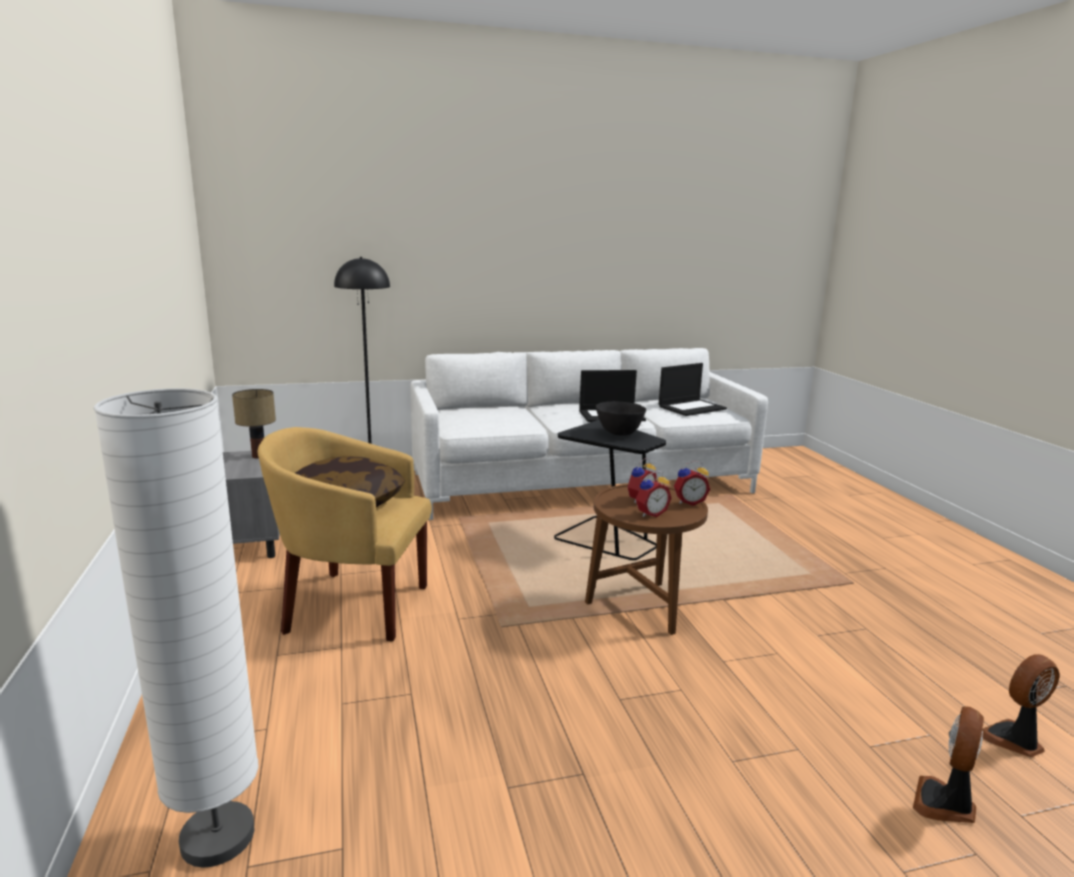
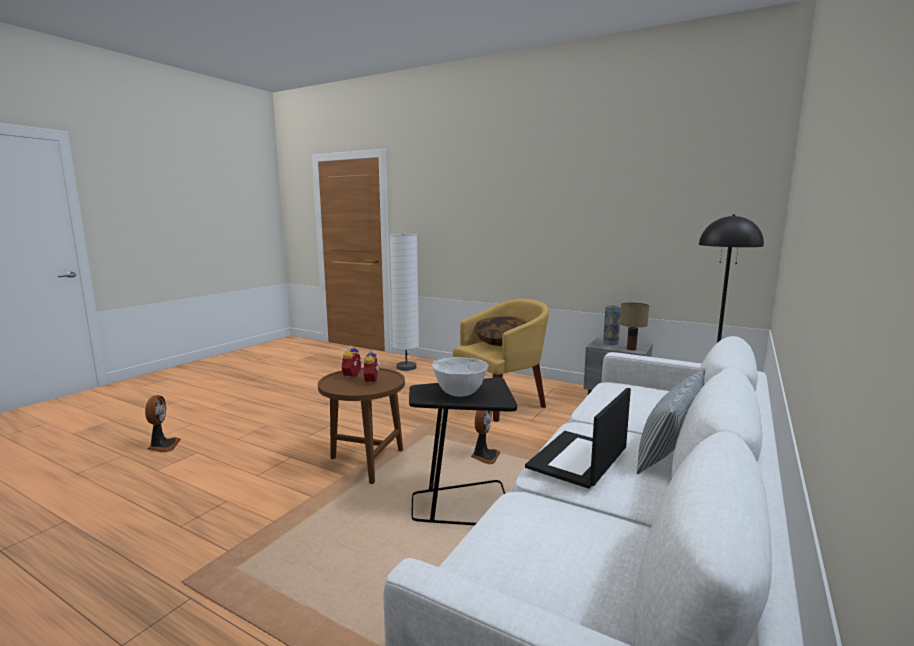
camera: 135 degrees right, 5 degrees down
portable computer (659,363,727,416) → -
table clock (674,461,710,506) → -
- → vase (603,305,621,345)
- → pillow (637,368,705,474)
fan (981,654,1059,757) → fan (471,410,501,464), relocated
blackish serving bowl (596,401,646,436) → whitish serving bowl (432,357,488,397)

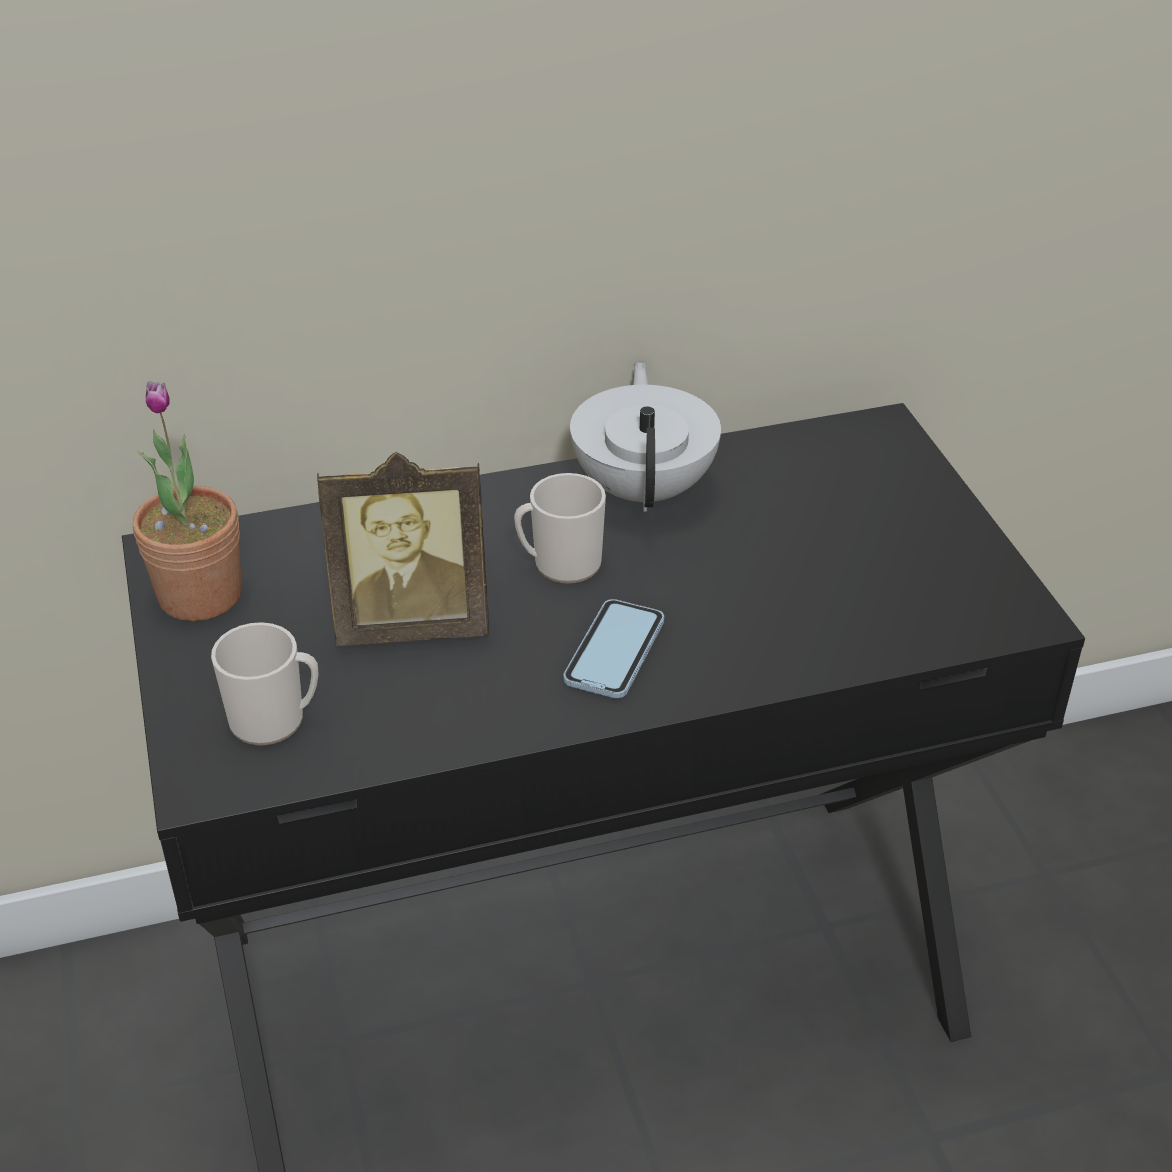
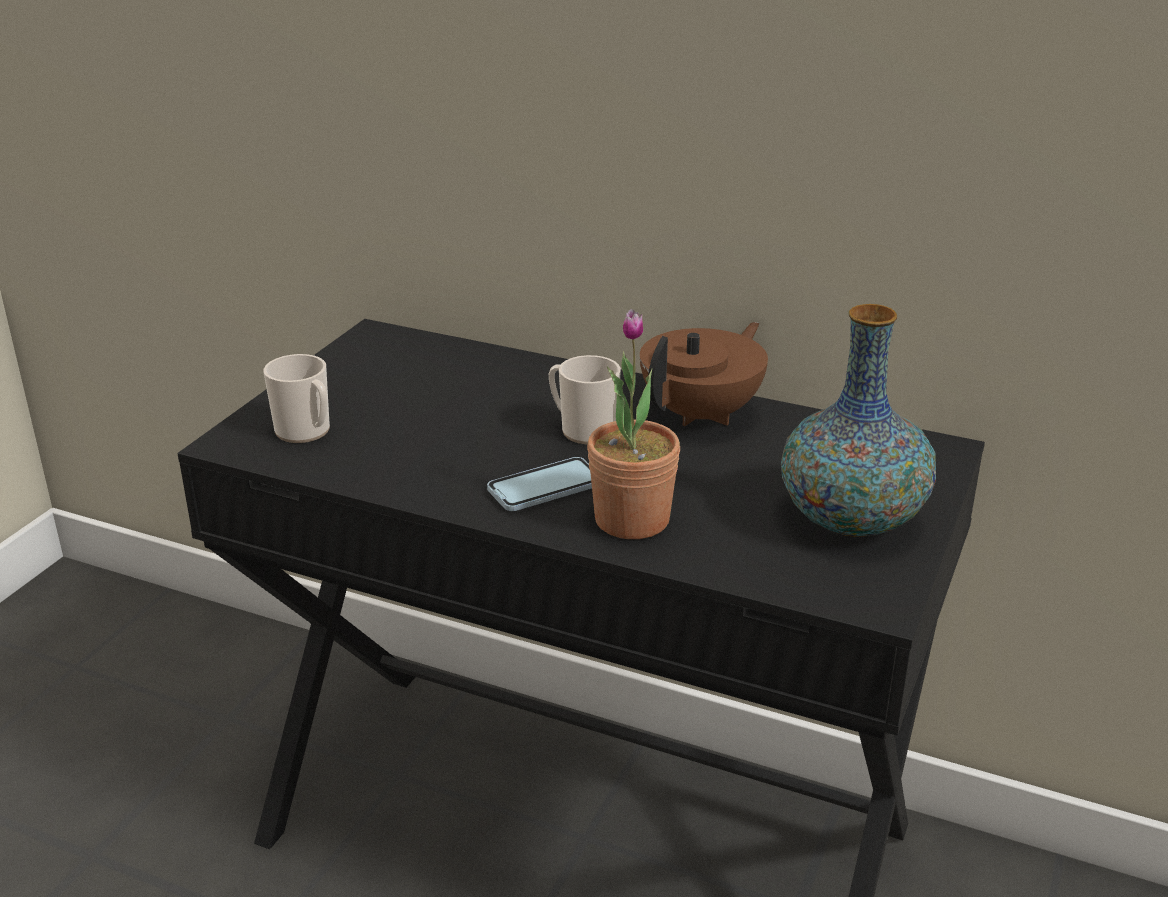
camera: 40 degrees right, 10 degrees down
photo frame (317,452,489,646) → -
- → vase (781,304,936,537)
potted plant (133,381,242,621) → potted plant (587,309,680,539), relocated
whitish pot for tea (570,362,721,511) → brown-coloured pot for tea (640,322,768,426)

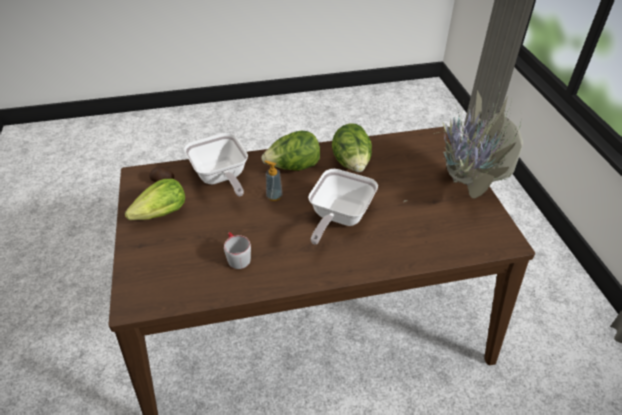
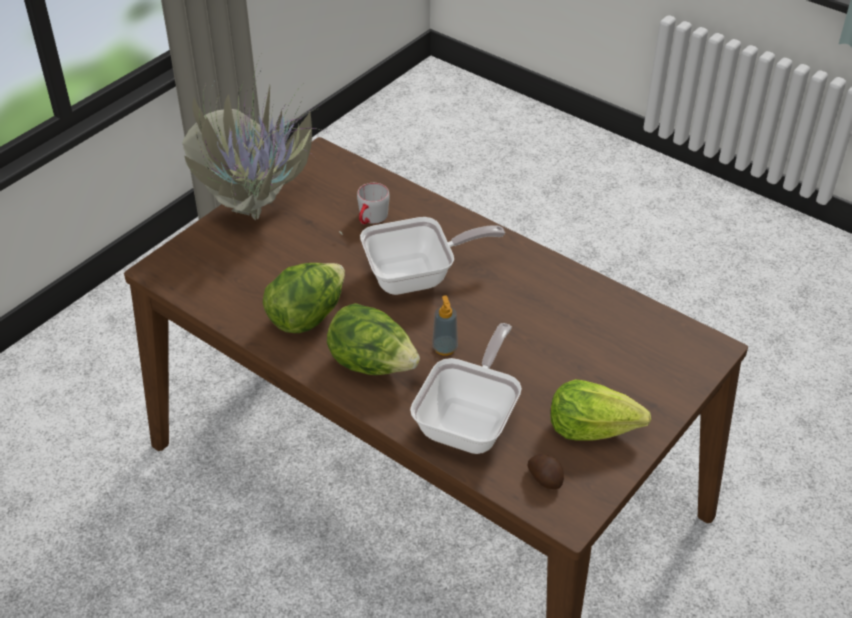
camera: 130 degrees left, 0 degrees up
greyish mug (224,232,251,269) → greyish mug (357,183,390,224), relocated

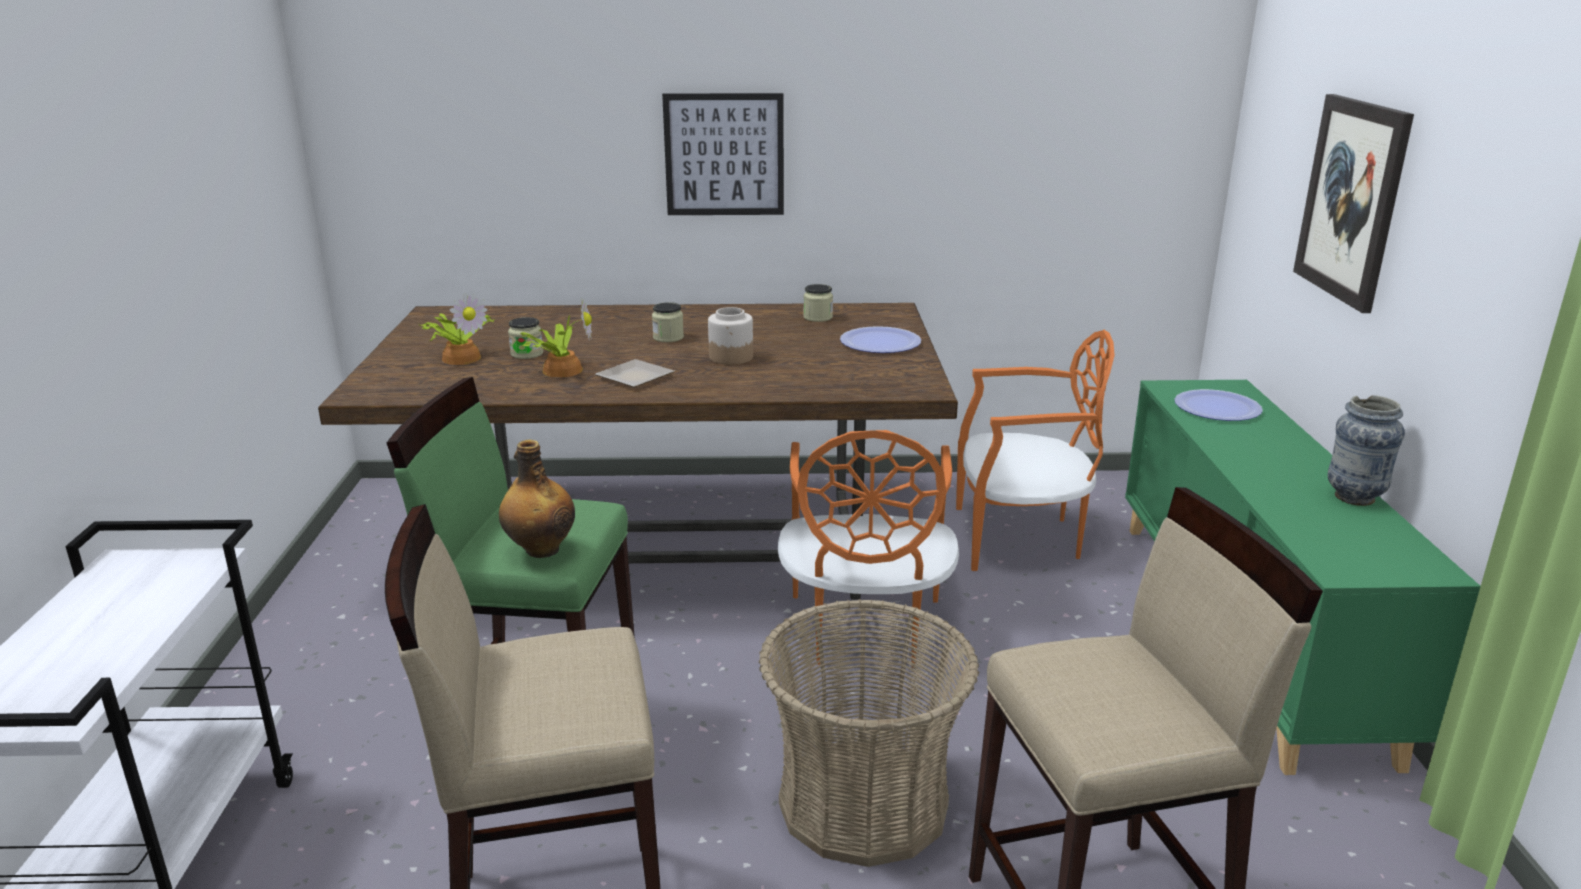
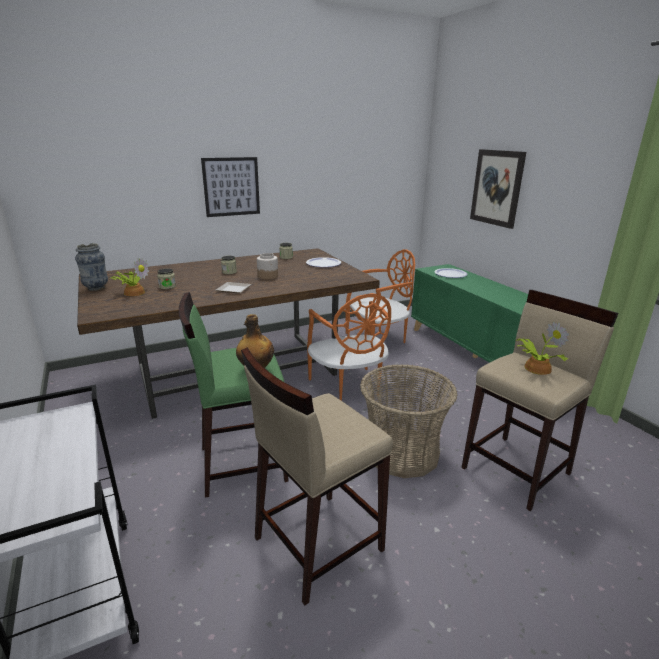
camera: 25 degrees left, 0 degrees up
potted plant (520,299,592,377) → potted plant (517,322,569,375), relocated
vase (1328,395,1405,506) → vase (75,243,108,291), relocated

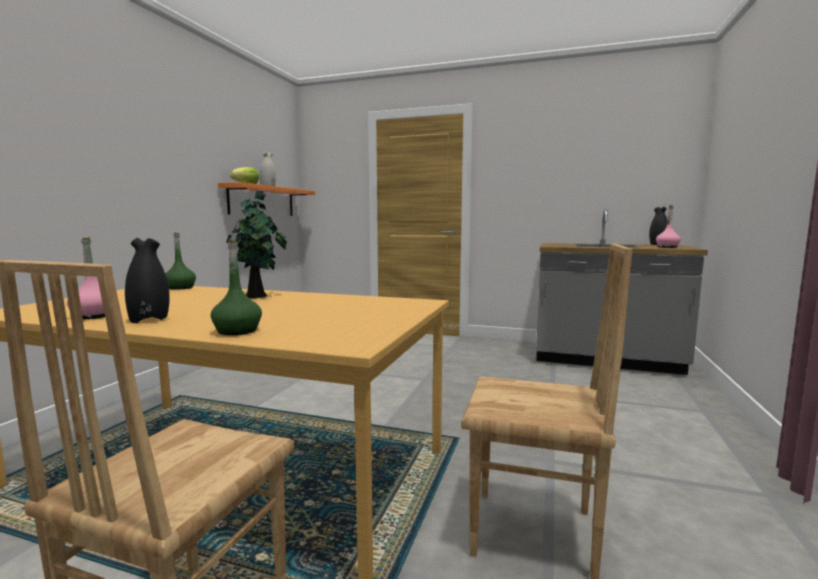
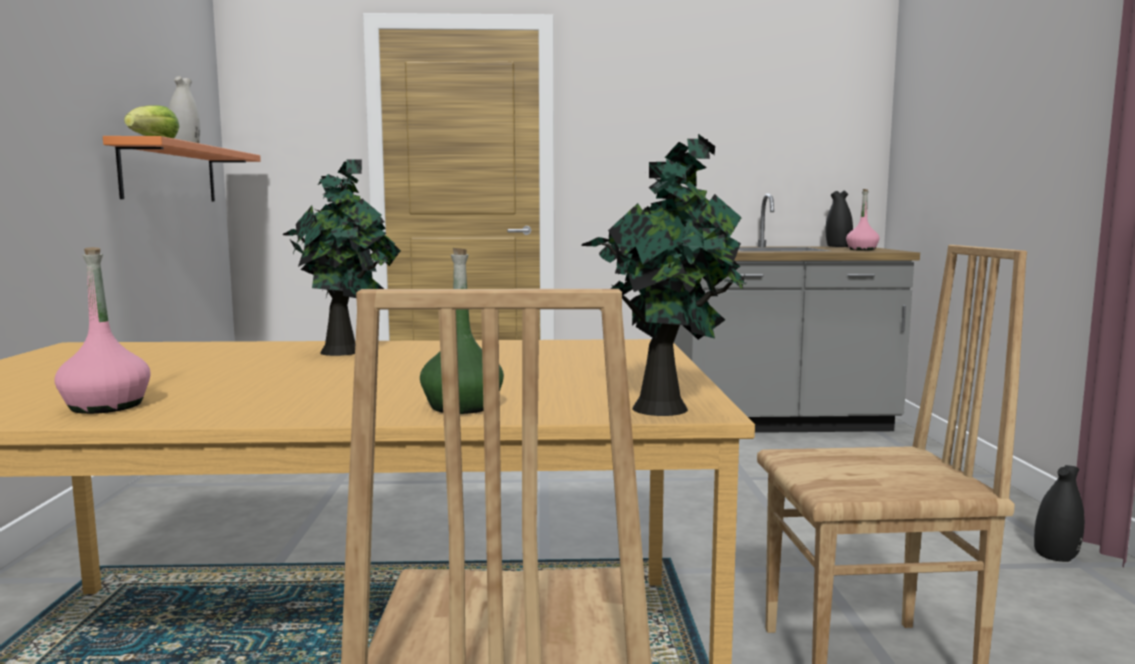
camera: 20 degrees left, 0 degrees up
green drink bottle (165,232,196,290) → -
- → potted plant (582,134,746,416)
blackish vase (125,238,170,323) → blackish vase (1034,465,1085,562), relocated

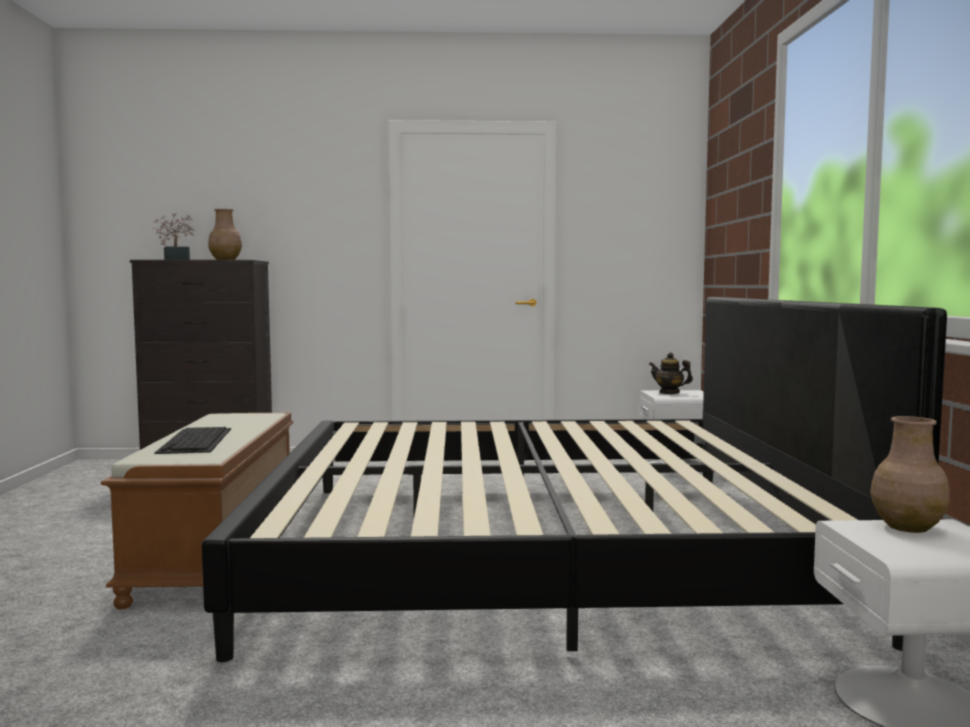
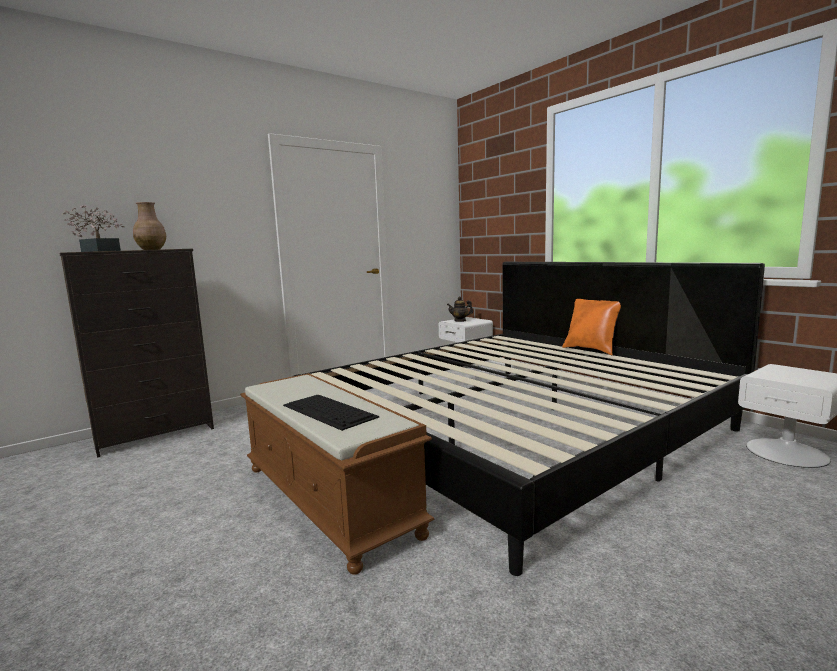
camera: 35 degrees left, 5 degrees up
brown-coloured vase (871,416,950,533) → -
- → orangey pillow (562,299,621,355)

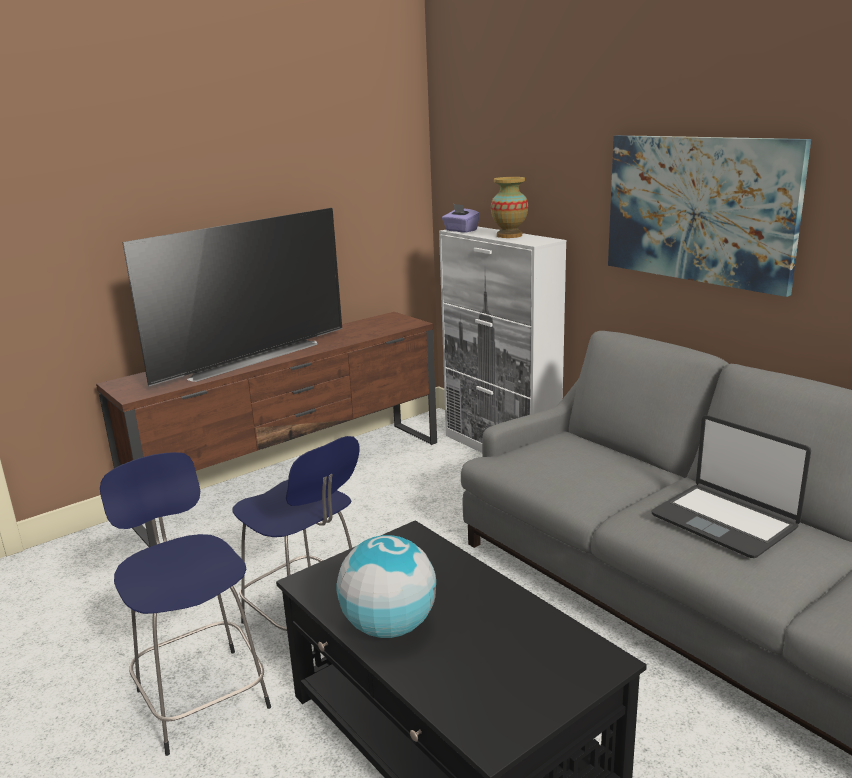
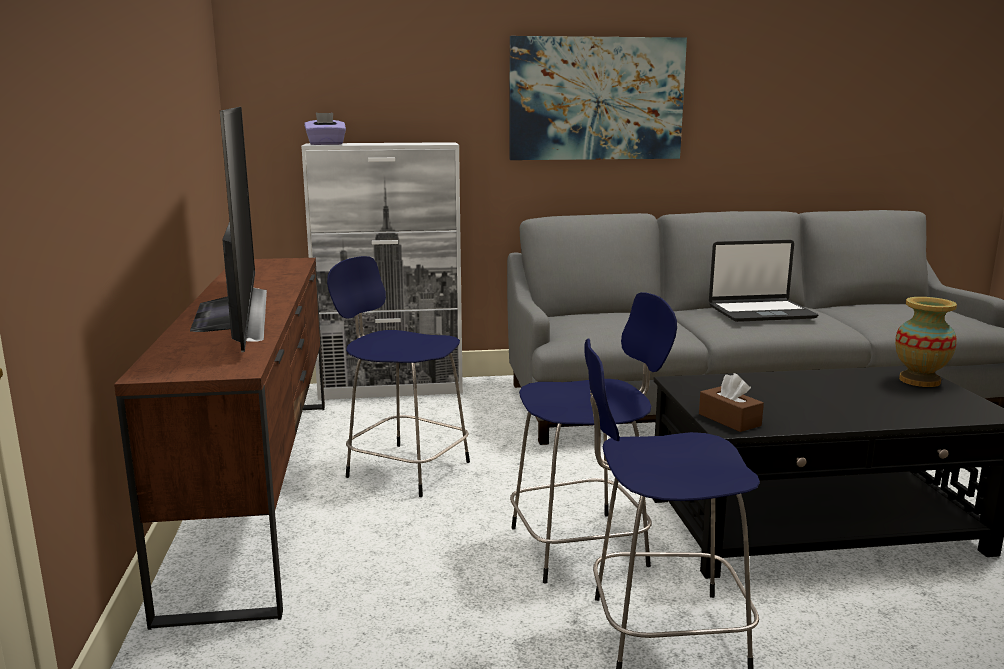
camera: 60 degrees left, 5 degrees down
desk globe (337,535,436,638) → -
- → bluish stool (327,256,470,497)
- → brown-coloured tissue box (699,373,764,432)
vase (491,177,528,238) → vase (895,297,957,387), relocated

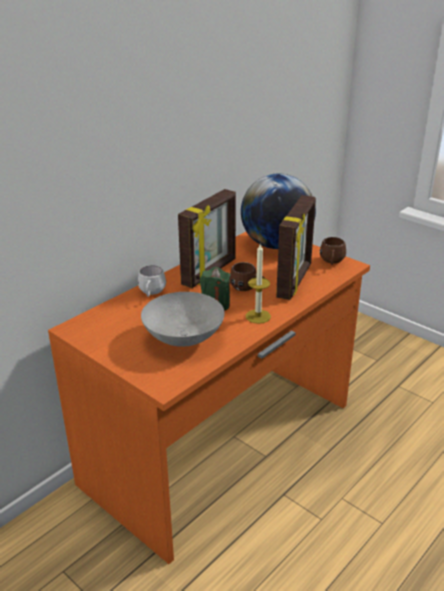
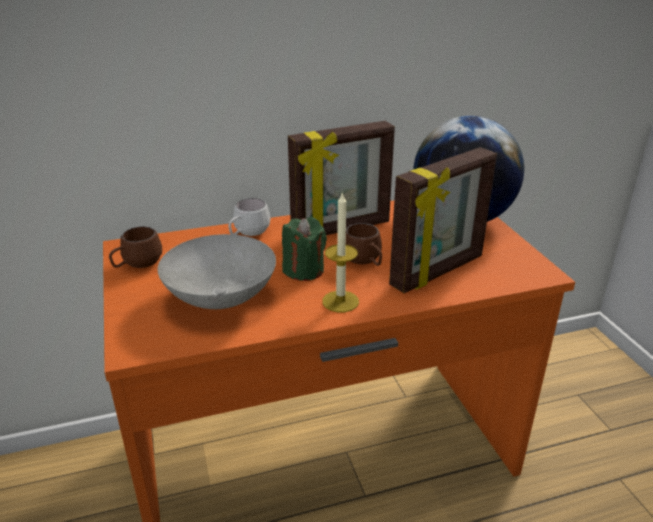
camera: 30 degrees right, 0 degrees up
brown-coloured mug (320,237,346,265) → brown-coloured mug (109,226,162,268), relocated

